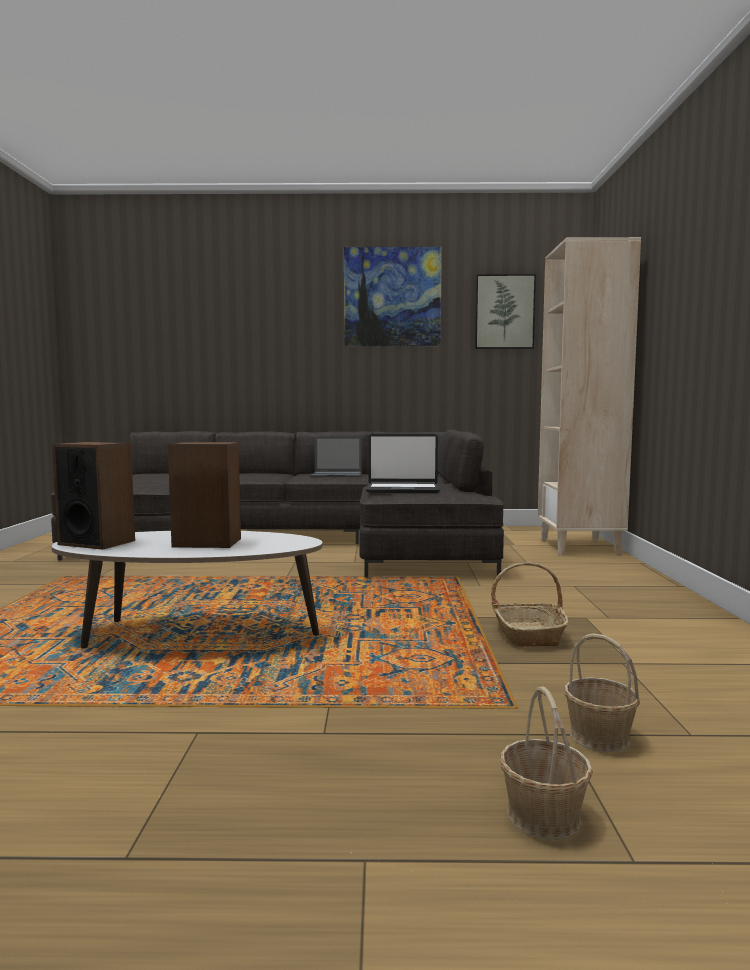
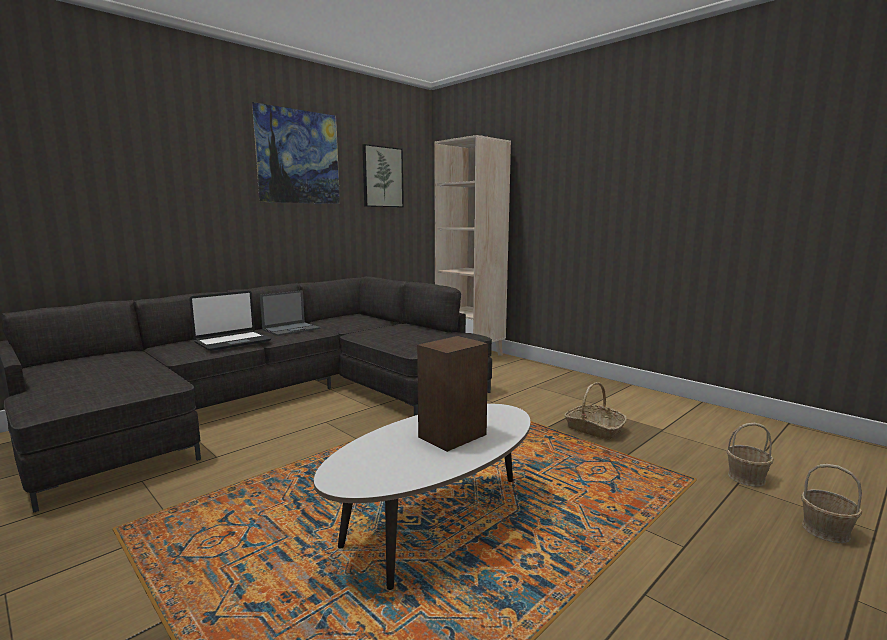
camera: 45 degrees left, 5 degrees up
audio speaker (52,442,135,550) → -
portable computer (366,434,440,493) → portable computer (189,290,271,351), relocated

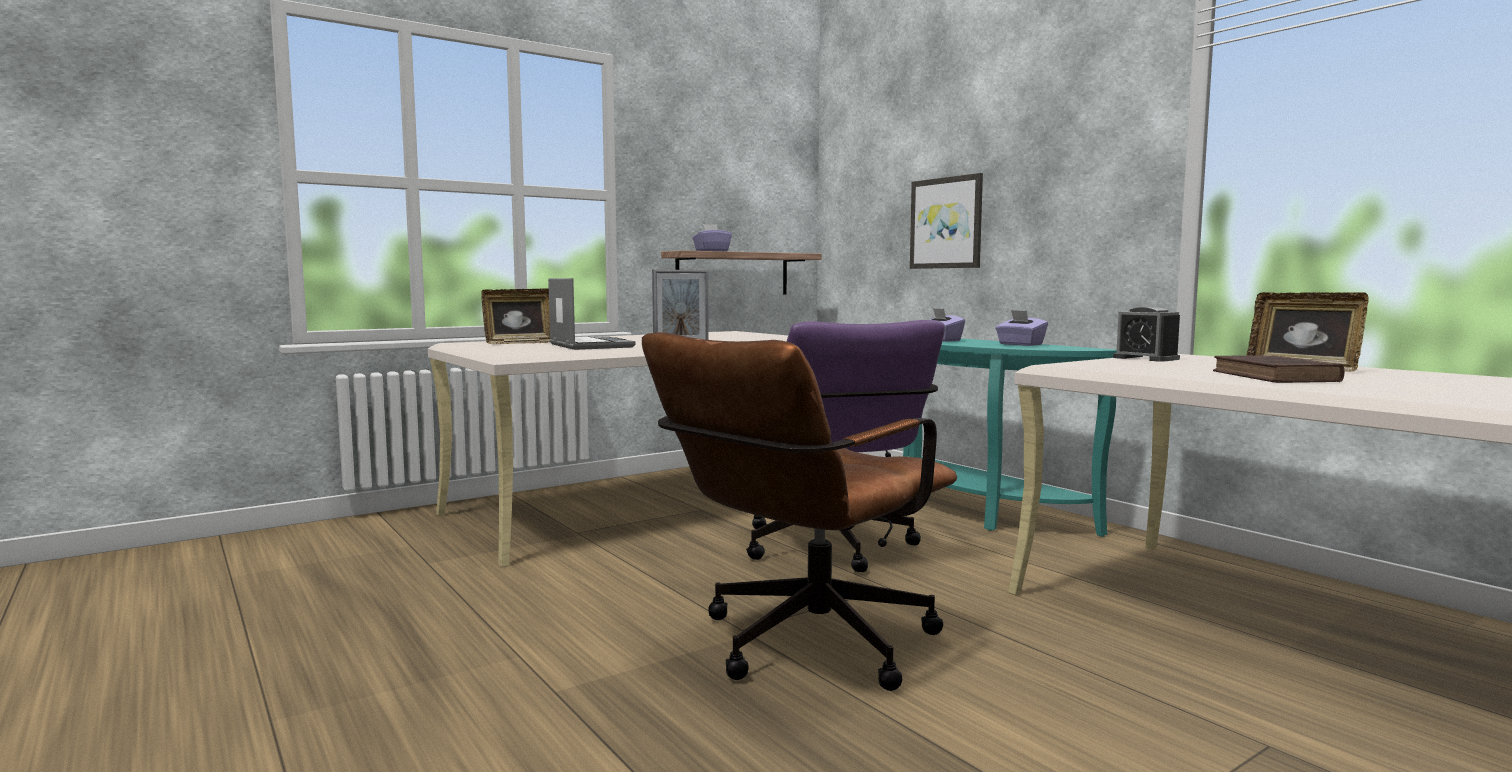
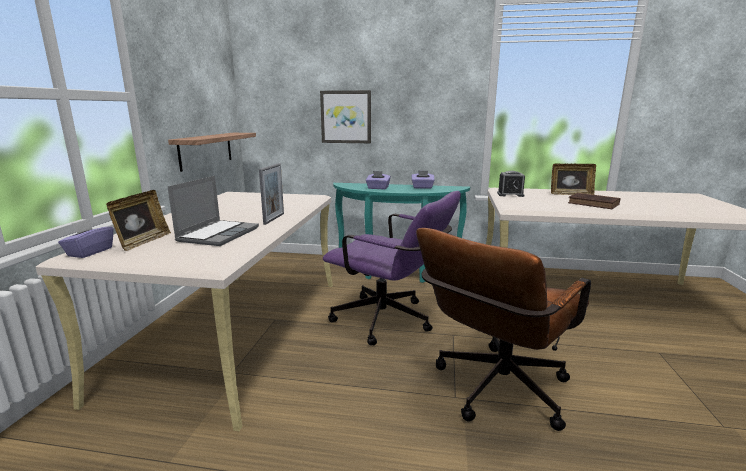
camera: 45 degrees left, 10 degrees up
purple-coloured tissue box (692,224,732,251) → purple-coloured tissue box (58,219,113,258), relocated
portable computer (548,278,635,350) → portable computer (168,176,259,246), 90 degrees clockwise
brown-coloured desk chair (642,332,957,691) → brown-coloured desk chair (416,228,591,431), 45 degrees clockwise

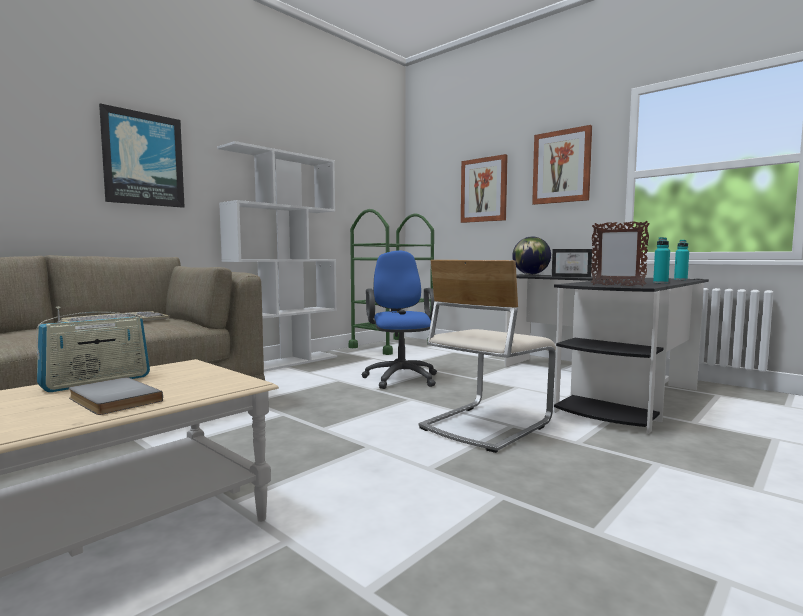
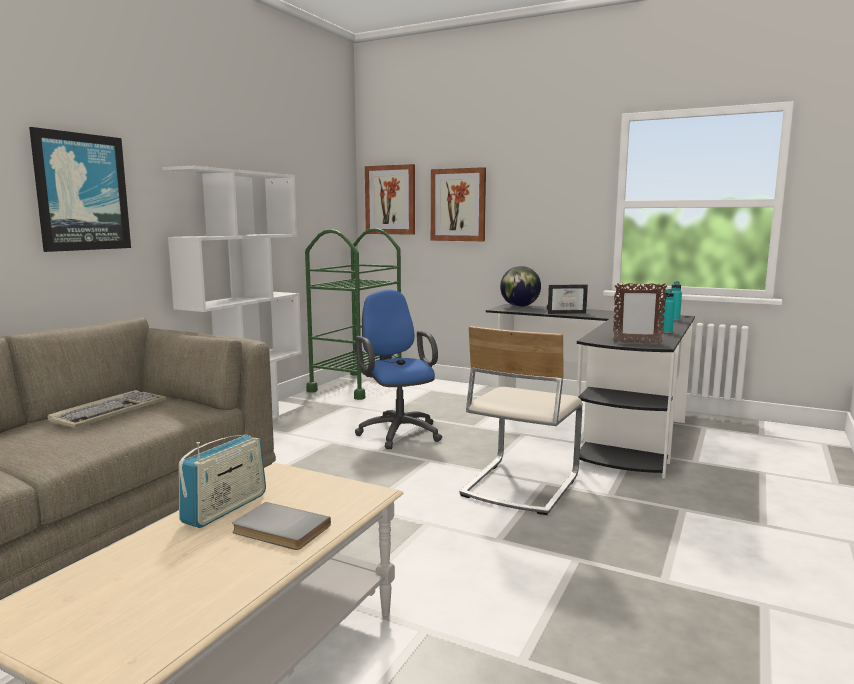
camera: 15 degrees left, 5 degrees up
wall art (532,125,592,205) → wall art (365,164,415,235), relocated

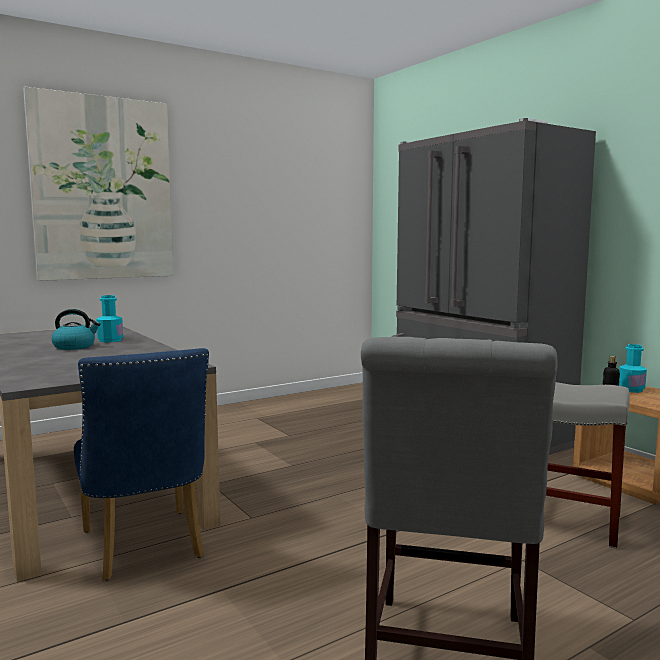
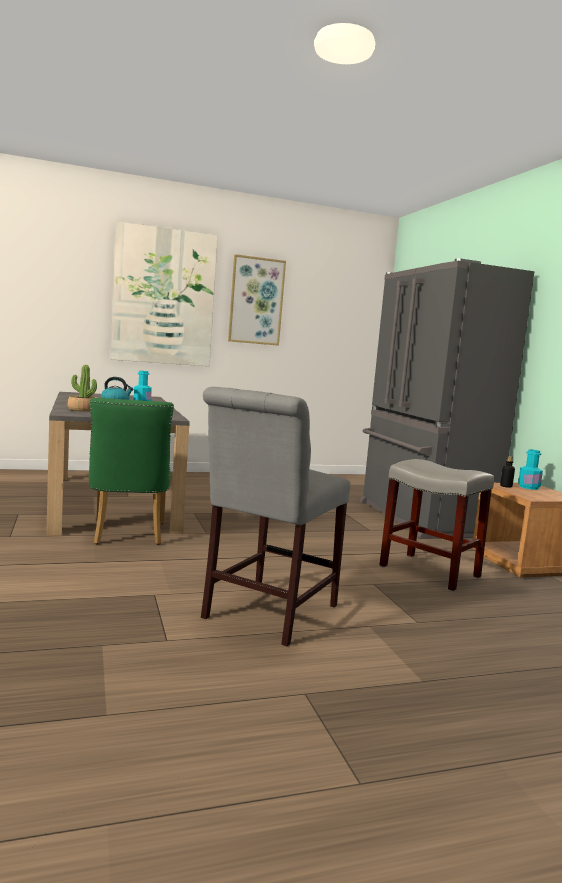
camera: 15 degrees right, 0 degrees up
- → potted plant (67,365,97,412)
- → wall art (228,254,286,346)
bluish chair (74,348,209,580) → green chair (89,398,174,545)

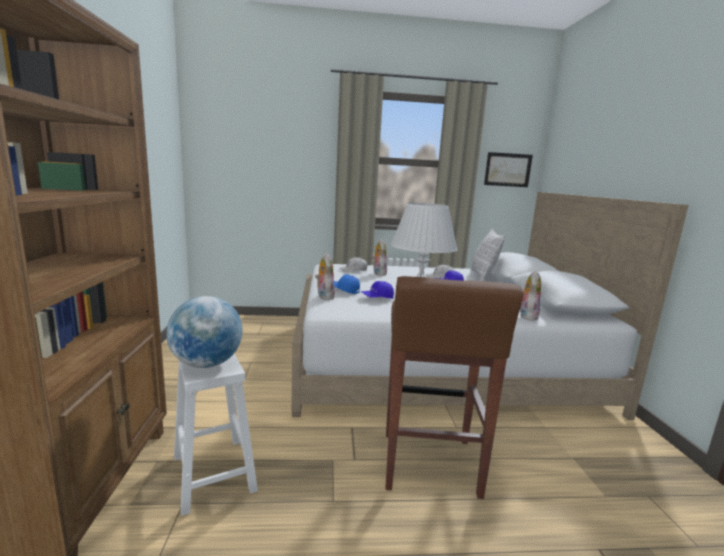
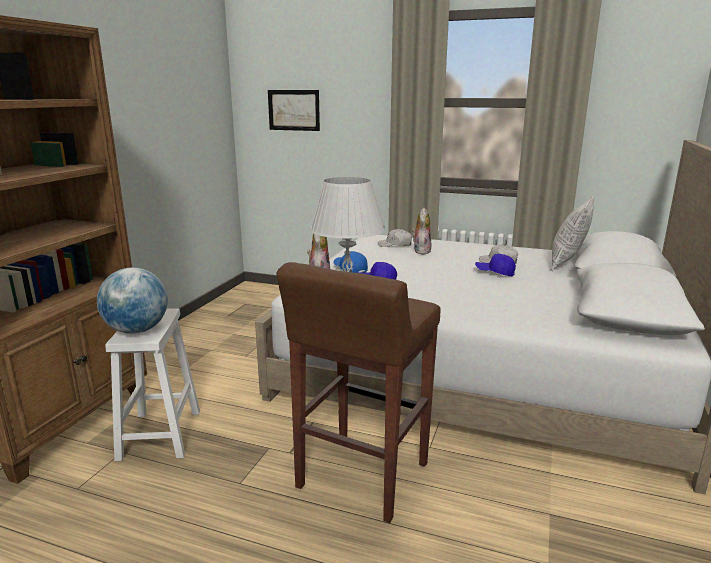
camera: 25 degrees right, 5 degrees up
plush toy (520,270,541,321) → -
wall art (484,152,533,187) → wall art (268,90,320,131), relocated

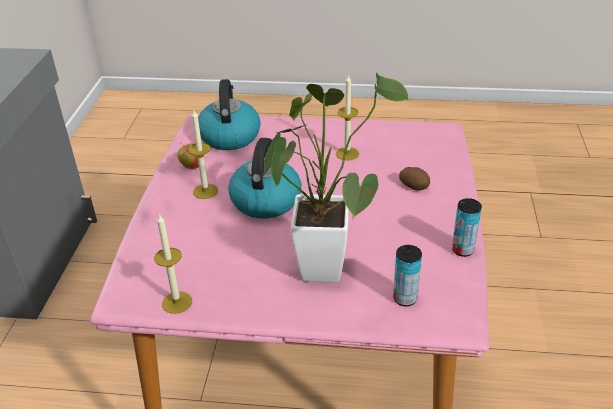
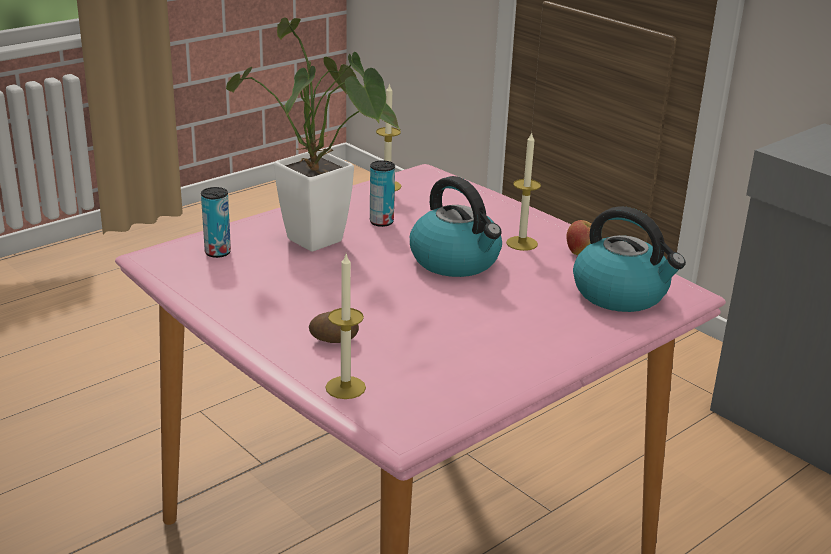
camera: 130 degrees right, 10 degrees down
wax light (336,74,359,161) → wax light (325,254,366,399), relocated
can (452,198,482,257) → can (370,160,395,227), relocated

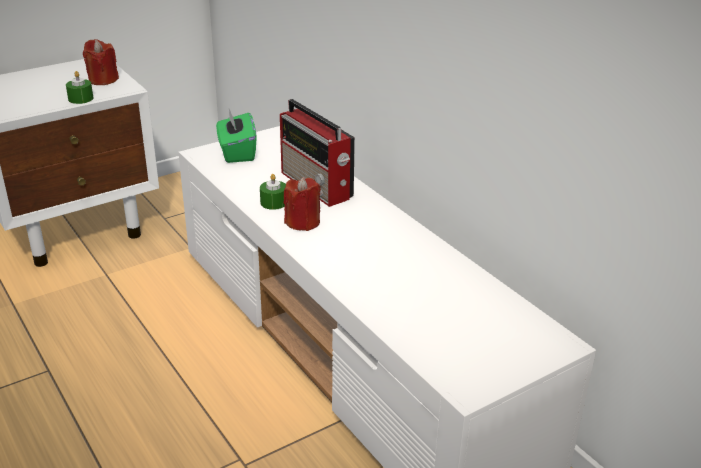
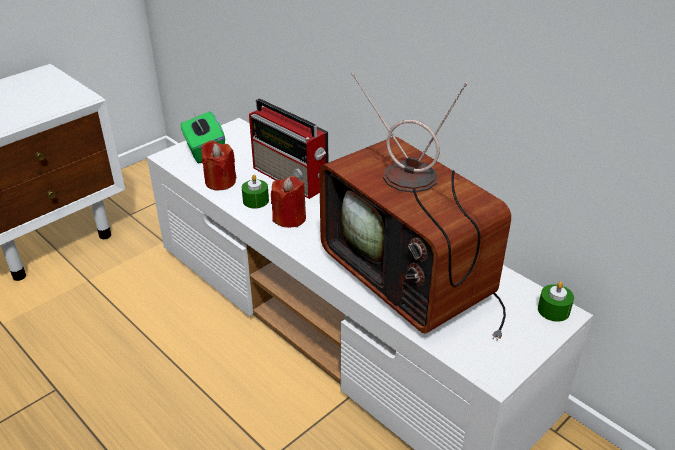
camera: 10 degrees left, 5 degrees up
- → TV set (319,73,511,341)
green wax light (66,71,93,104) → green wax light (538,282,574,322), relocated
reddish wax light (83,39,119,85) → reddish wax light (201,140,236,190), relocated

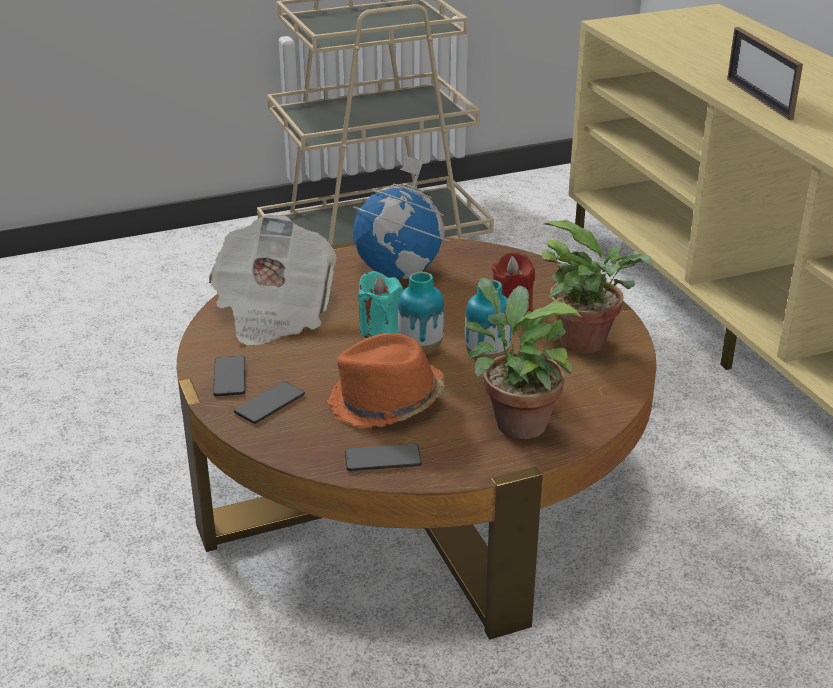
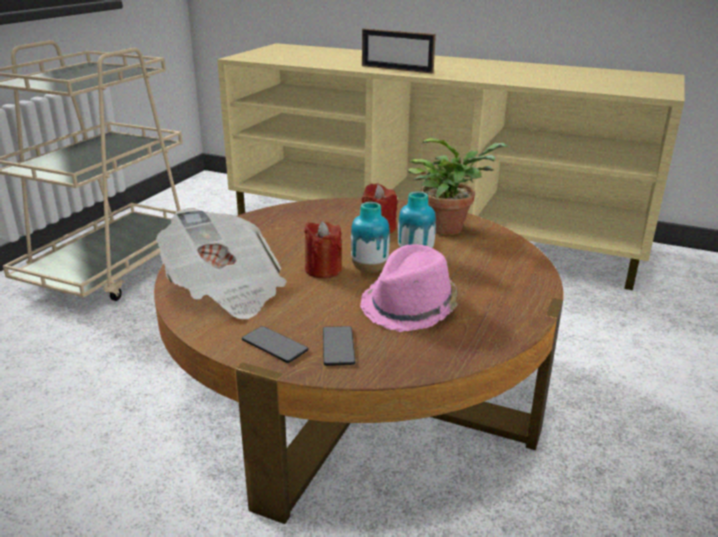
camera: 45 degrees left, 5 degrees down
telephone (345,444,422,471) → -
desk globe (353,155,449,279) → -
potted plant (465,278,582,439) → -
orangey clothing hat (327,333,445,428) → pinkish clothing hat (360,244,458,332)
turquoise-coloured wax light (358,271,403,338) → reddish wax light (304,221,342,278)

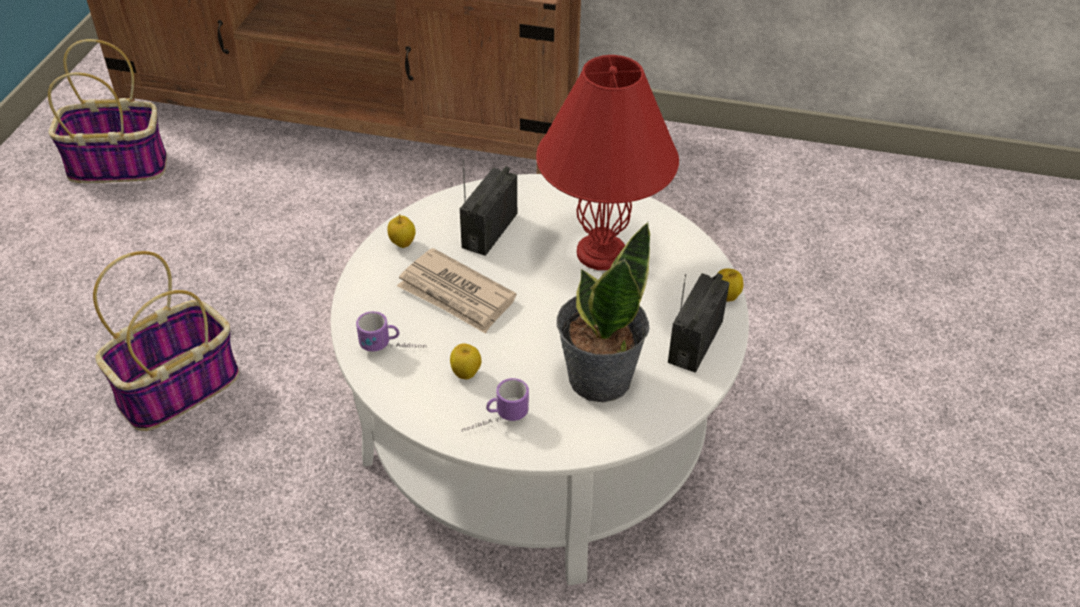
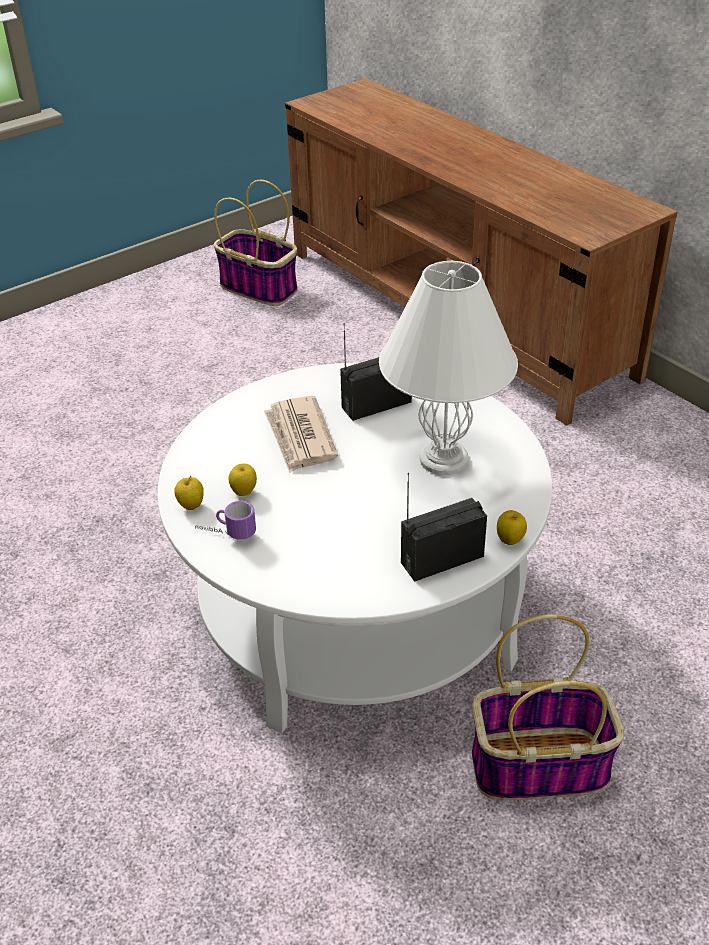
camera: 40 degrees right, 5 degrees down
mug (356,311,427,352) → -
potted plant (557,222,650,403) → -
storage basket (93,251,239,431) → storage basket (472,615,625,801), relocated
whole apple (388,214,415,248) → whole apple (174,475,204,510), relocated
reddish table lamp (536,55,679,270) → whitish table lamp (379,261,518,475)

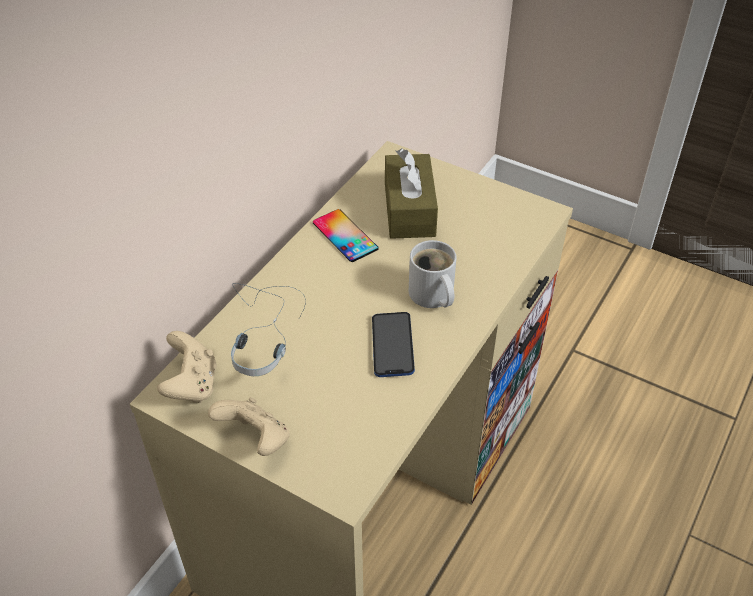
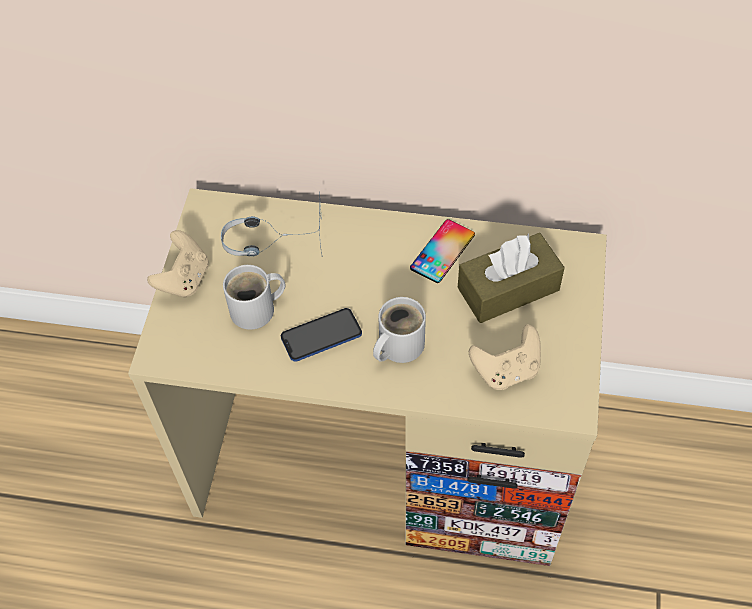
camera: 70 degrees right, 10 degrees up
- → whitish mug (223,265,285,330)
beige-coloured game controller (157,331,217,403) → beige-coloured game controller (469,324,541,390), relocated

